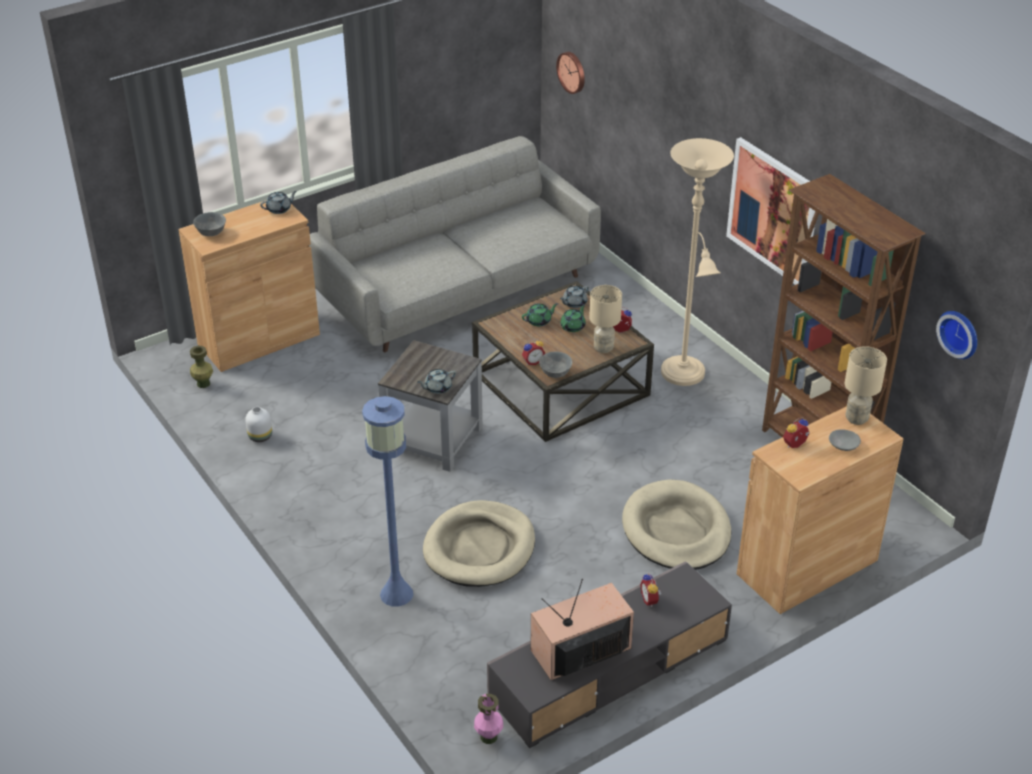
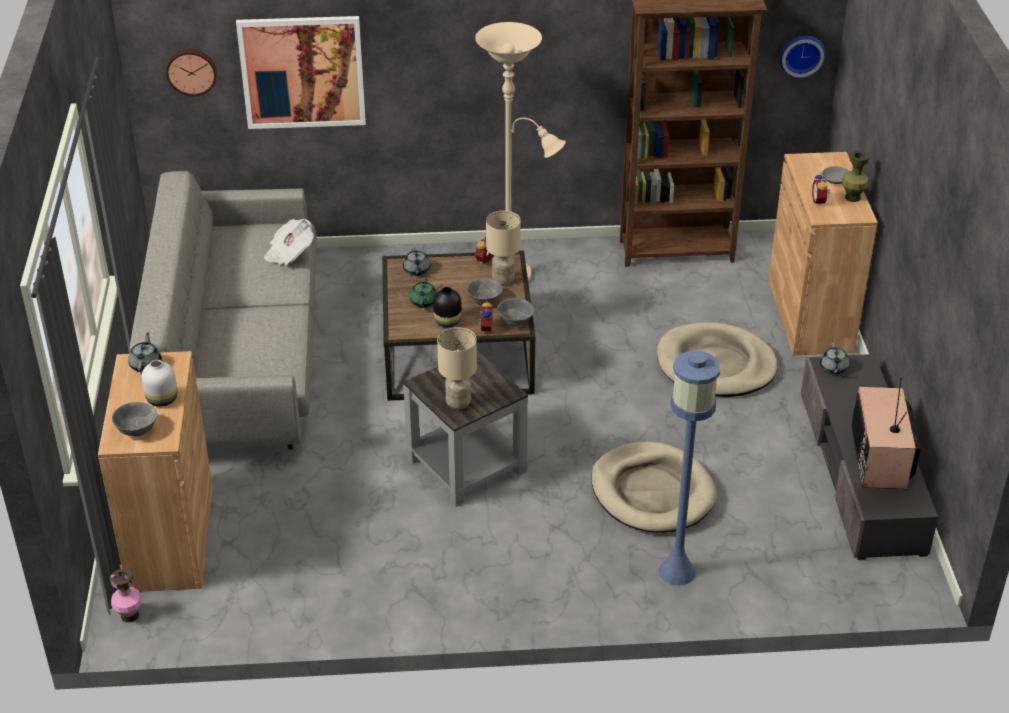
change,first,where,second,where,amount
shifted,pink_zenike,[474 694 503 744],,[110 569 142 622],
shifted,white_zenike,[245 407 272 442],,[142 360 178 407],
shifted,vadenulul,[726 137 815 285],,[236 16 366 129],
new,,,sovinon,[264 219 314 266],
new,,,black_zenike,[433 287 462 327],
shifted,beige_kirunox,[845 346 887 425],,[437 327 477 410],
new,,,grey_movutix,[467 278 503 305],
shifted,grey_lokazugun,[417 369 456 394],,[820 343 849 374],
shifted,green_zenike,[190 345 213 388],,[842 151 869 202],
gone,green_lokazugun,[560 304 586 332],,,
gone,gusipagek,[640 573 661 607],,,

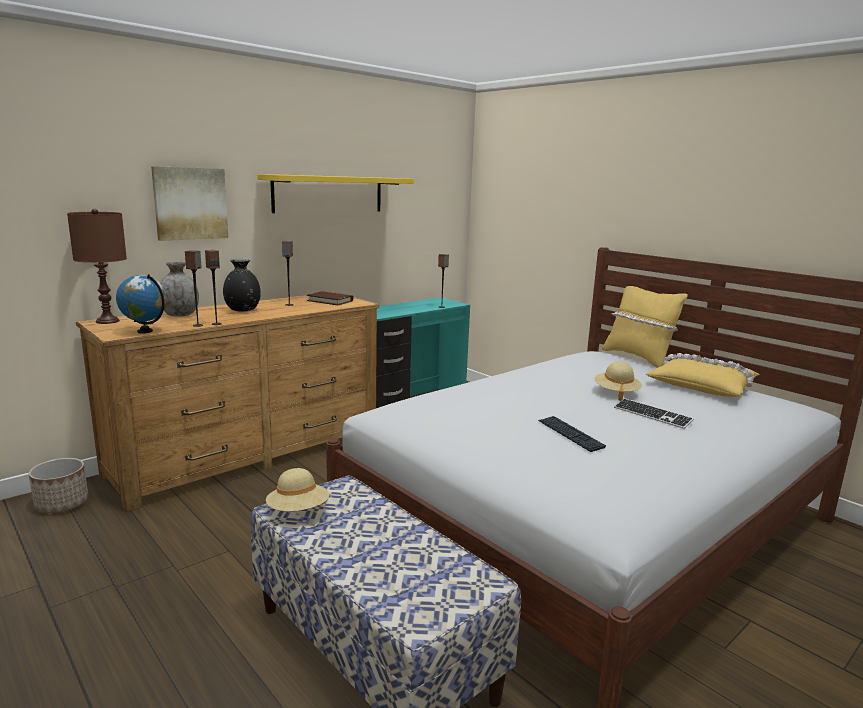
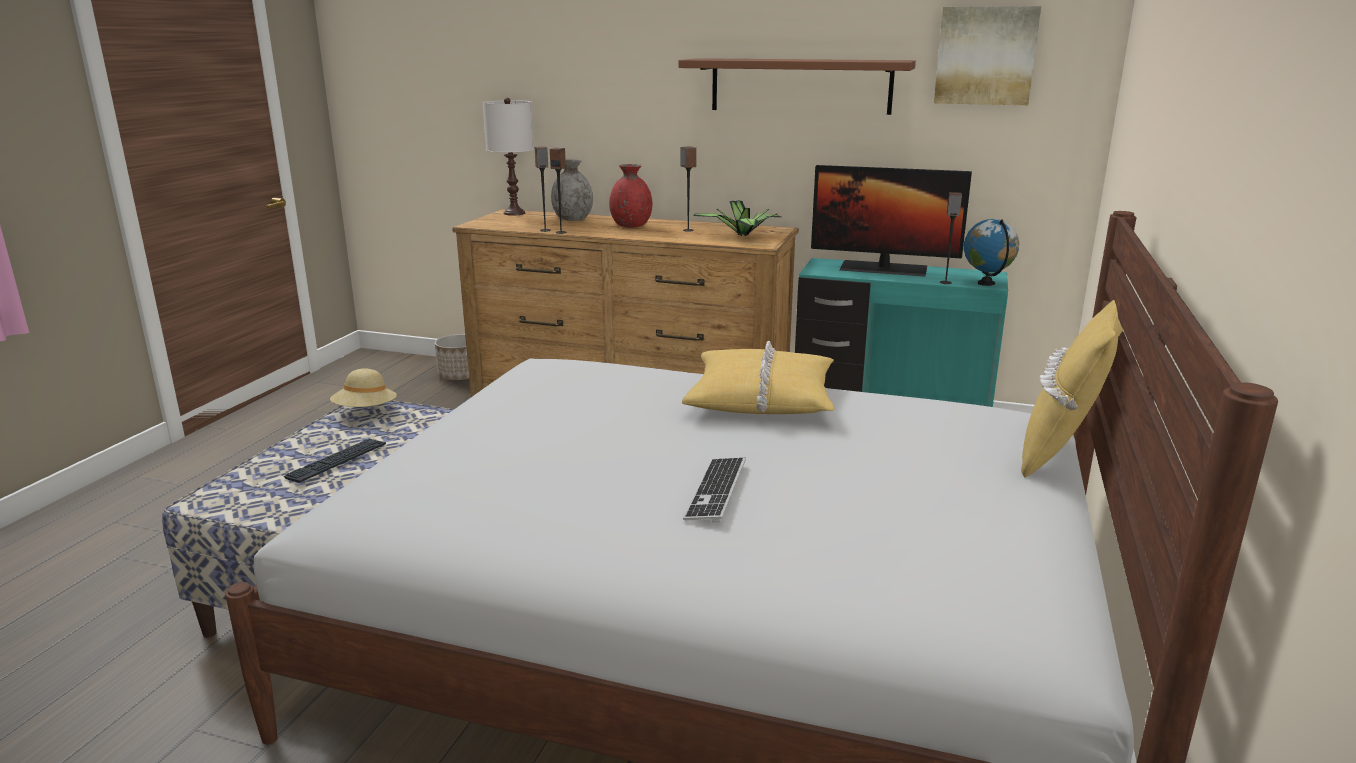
change,first,where,second,where,amount
shifted,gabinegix,[538 416 606 452],,[284 439 386 483],
repainted,brown_kirunox,[67 209 127 324],white_kirunox,[483 98 534 216],
repainted,black_zenike,[223 259 261 311],red_zenike,[609 164 652 228],
repainted,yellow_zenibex,[257 174 414 213],brown_zenibex,[679 58 916 115],
shifted,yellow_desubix,[646 353 760 397],,[682 341 834 414],
swapped,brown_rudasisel,[307 291 353 305],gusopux,[694 201 781 236],
new,,,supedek,[811 165 972 277],
shifted,vadenulul,[151 166 228 241],,[934 6 1041 105],
shifted,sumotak,[116 274 167 334],,[964 219 1019 286],
gone,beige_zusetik,[595 362 642 401],,,

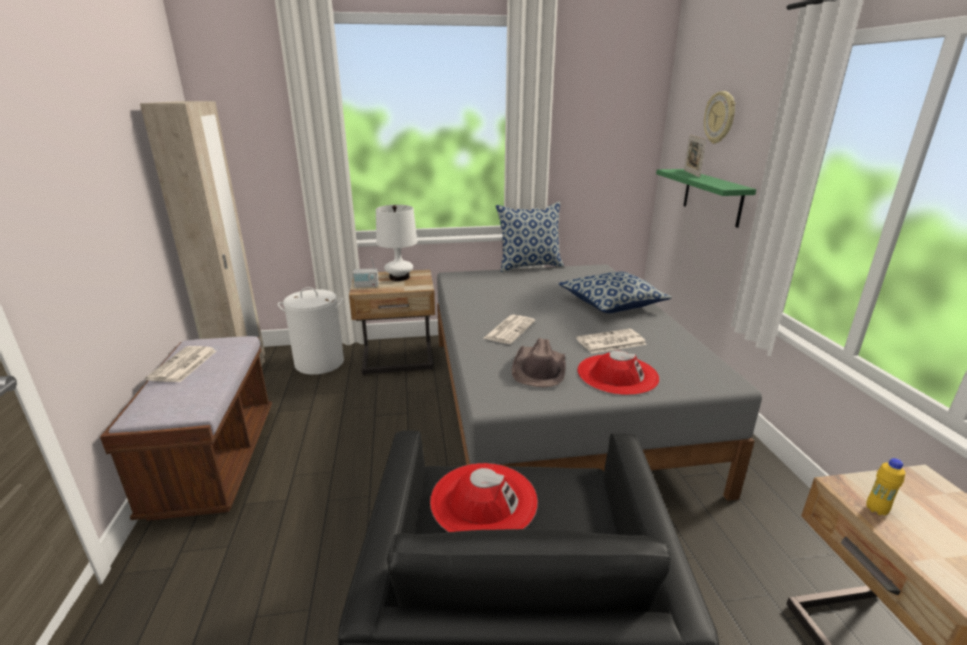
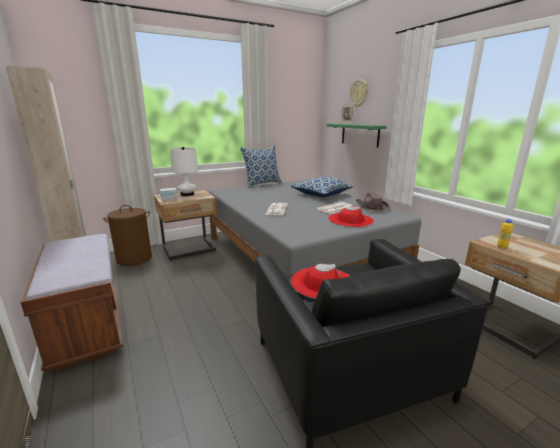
change,first,where,second,where,amount
repainted,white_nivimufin,[278 287 344 375],brown_nivimufin,[103 205 152 266],
shifted,brown_zusetik,[512 338 566 387],,[356 193 390 212],
gone,sovinon,[145 346 217 382],,,

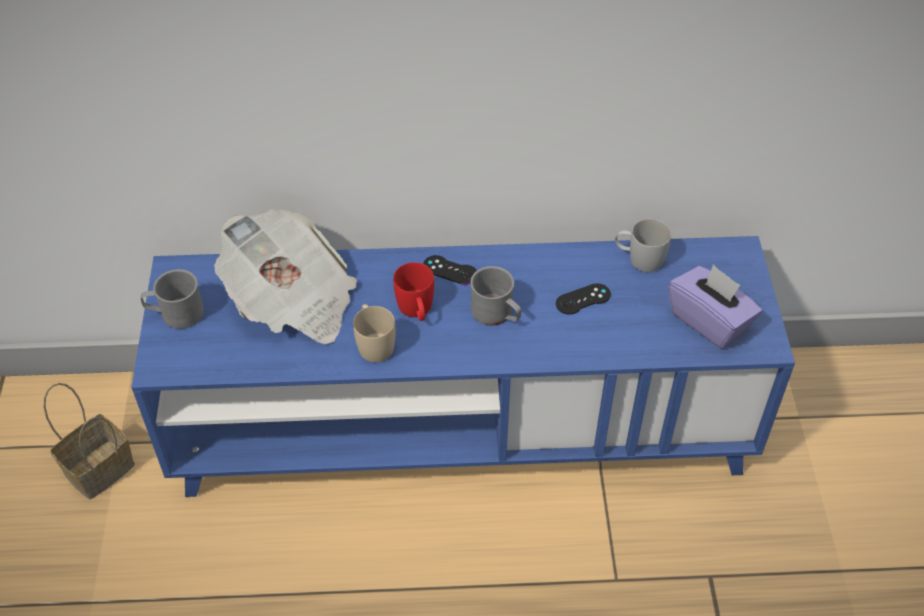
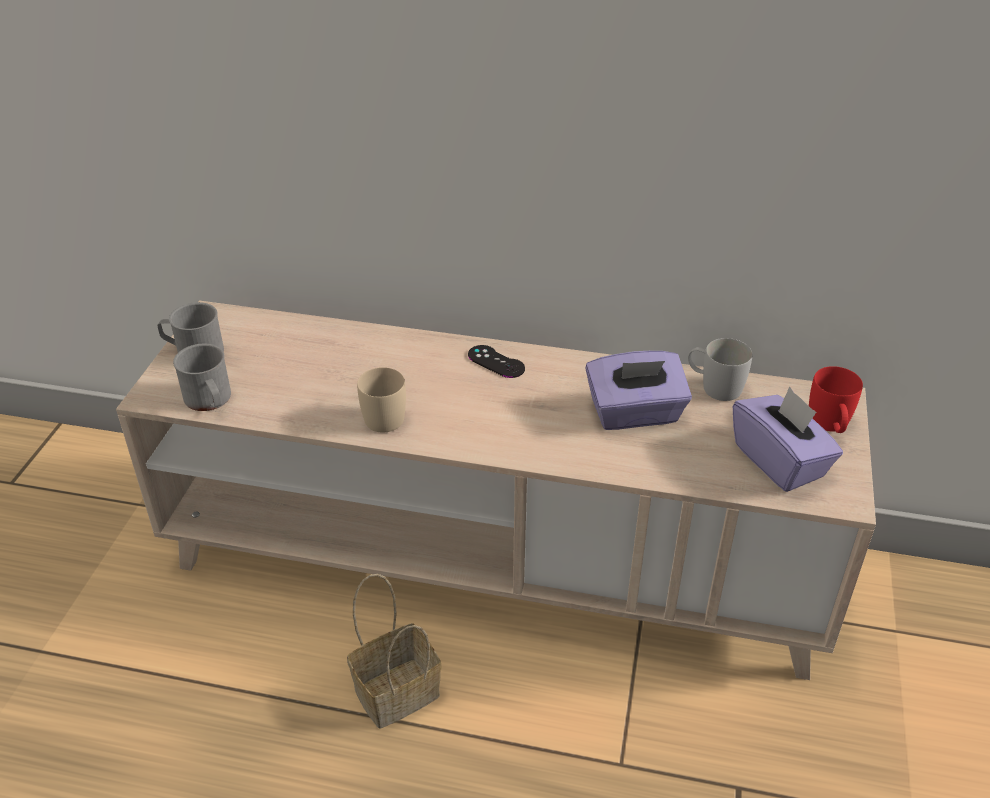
change,first,where,second,where,amount
repainted,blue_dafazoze,[131 236 795 497],beige_dafazoze,[116 301 876 680],
shifted,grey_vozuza,[470 266 521 325],,[173 344 231 411],
shifted,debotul,[44 383 135 499],,[347 574 442 729],
swapped,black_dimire,[556 283 611 314],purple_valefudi,[585 351 692 430],
shifted,red_vozuza,[393 262 434 321],,[809 366 863 433],
gone,sovinon,[214 209 357 344],,,

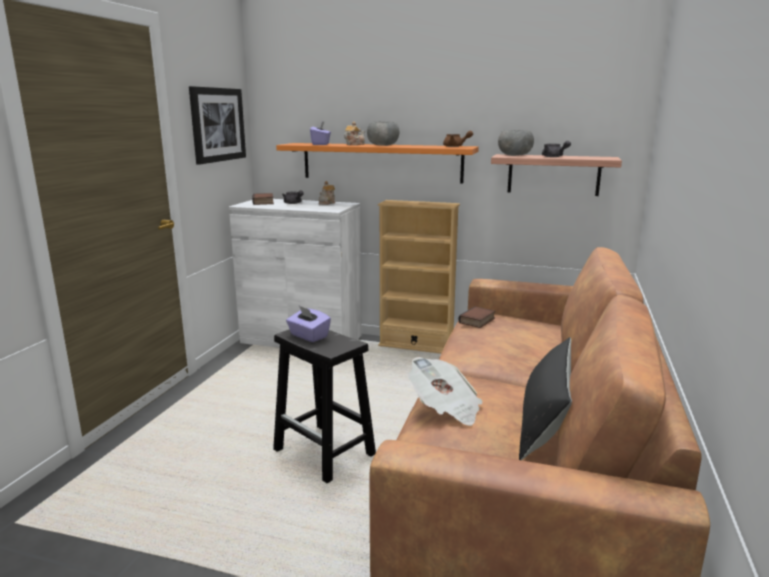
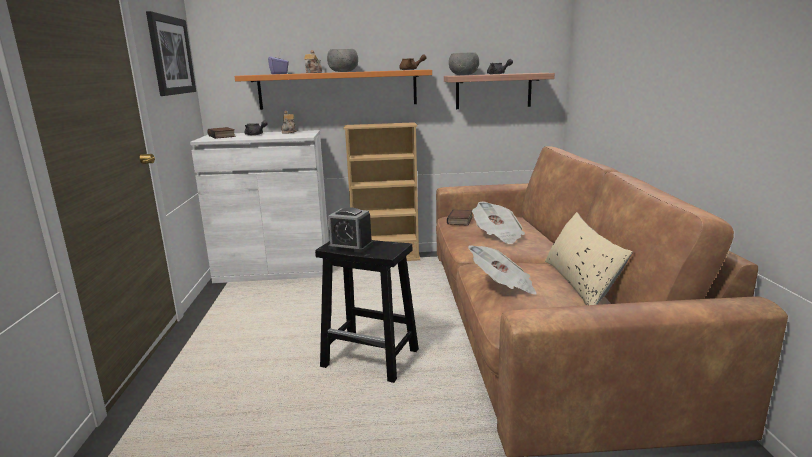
change,first,where,second,where,amount
swapped,purple_valefudi,[286 306 331 342],gusipagek,[328 208 373 253],
new,,,sovinon,[472 202 525 244],
repainted,black_desubix,[519 337 572 460],beige_desubix,[545 212 633 305],

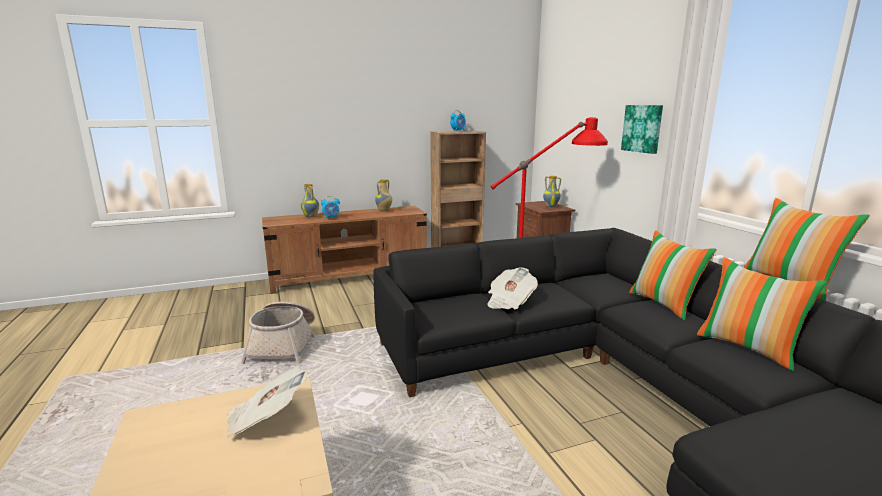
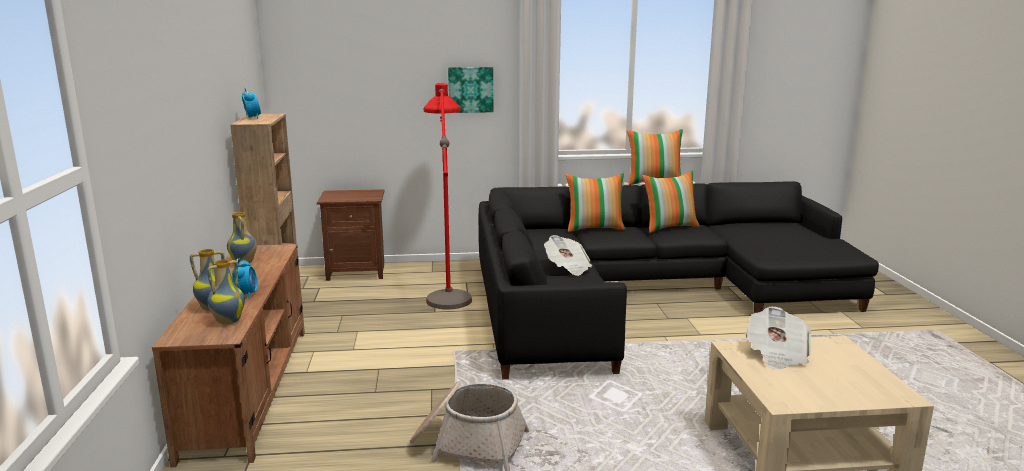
change,first,where,second,where,amount
shifted,zenike,[543 176 561 207],,[207 260 245 325],

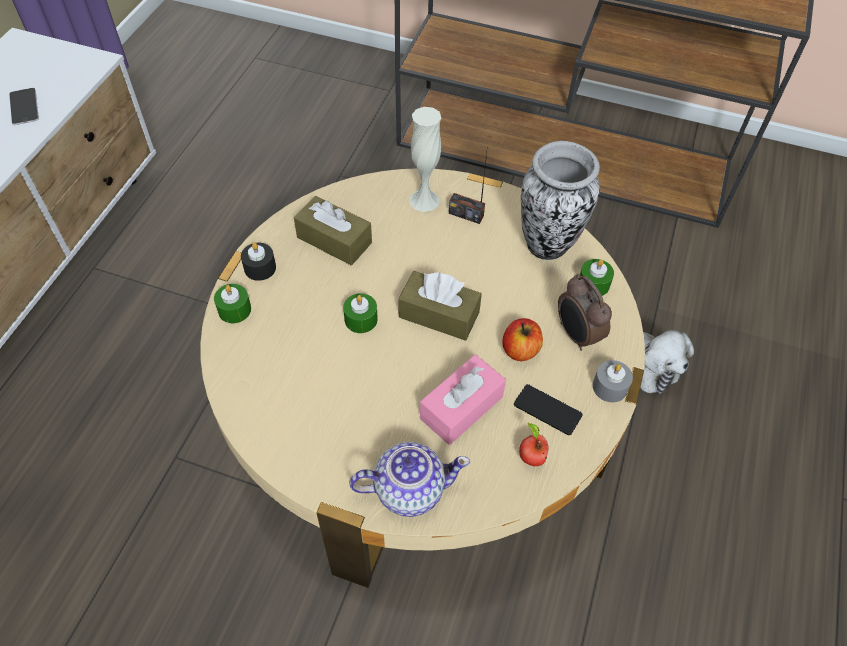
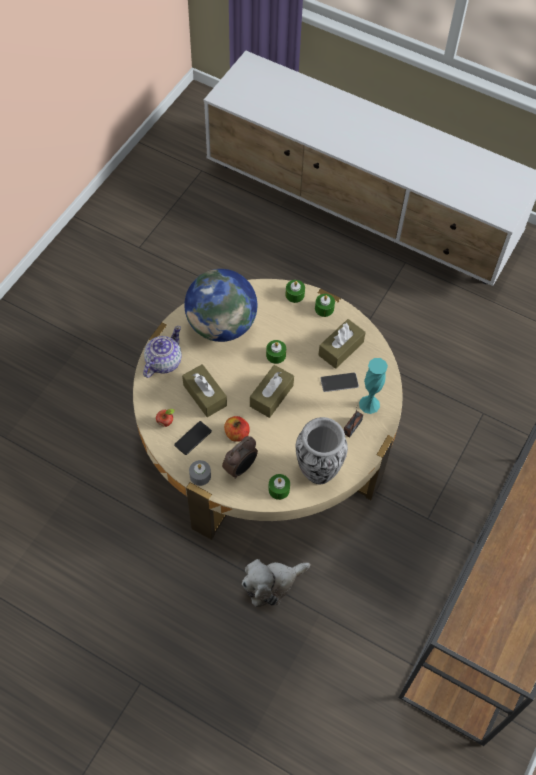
change,first,where,second,where,amount
rotated,lokazugun,[349 442 470 517],,[143 326 182 378],150 degrees counterclockwise
repainted,pink_valefudi,[420 355 506 445],brown_valefudi,[182 364 227 417],
new,,,sumotak,[184 269 257 342],
rotated,gusipagek,[558 274 612 351],,[222 436 258 479],150 degrees clockwise
repainted,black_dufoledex,[241 243 276 281],green_dufoledex,[315 294 335 317],
shifted,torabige,[9 88 39 125],,[320 373 359 392],
repainted,white_zenike,[409 107 441 212],turquoise_zenike,[359 358 388 414],

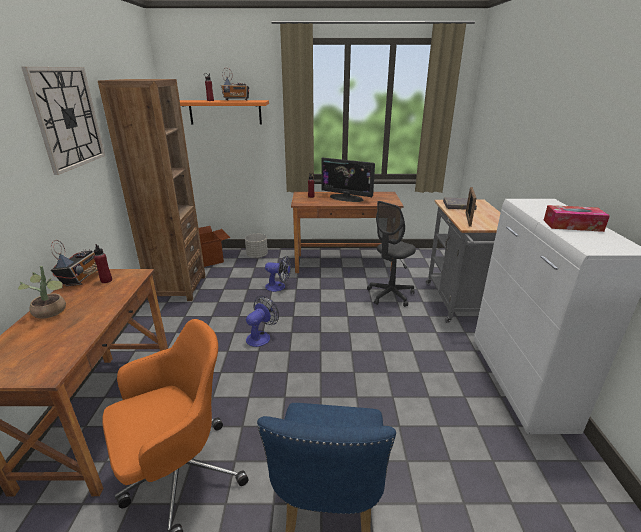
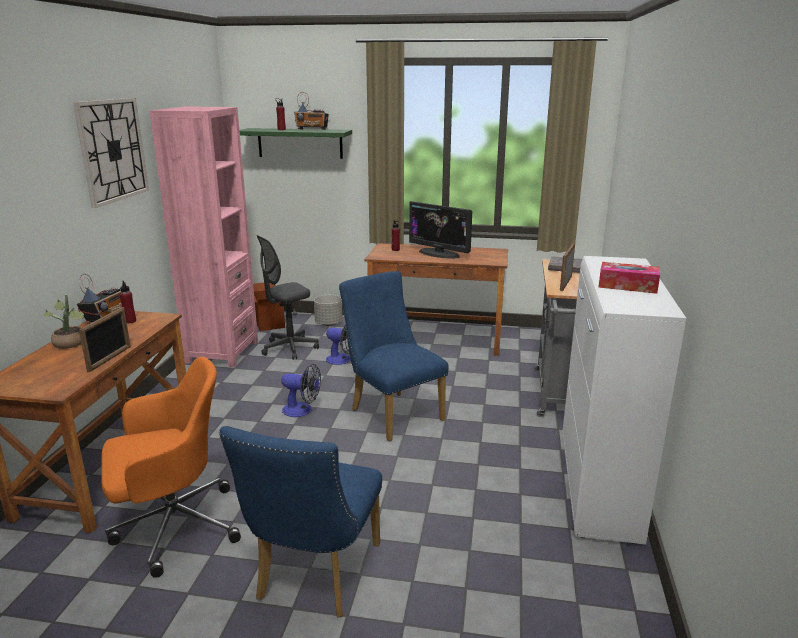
change,first,where,second,where,amount
new,,,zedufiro,[79 307 131 372],
repainted,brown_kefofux,[98 79 206 301],pink_kefofux,[150 106 258 367],
repainted,orange_zenibex,[180 100 269 125],green_zenibex,[239 128 352 159],
shifted,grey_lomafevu,[367 201 416 307],,[257 235 319 360],
rotated,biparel,[246 296 279 347],,[281 364 321 417],60 degrees clockwise
new,,,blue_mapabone,[339 271 449 441],

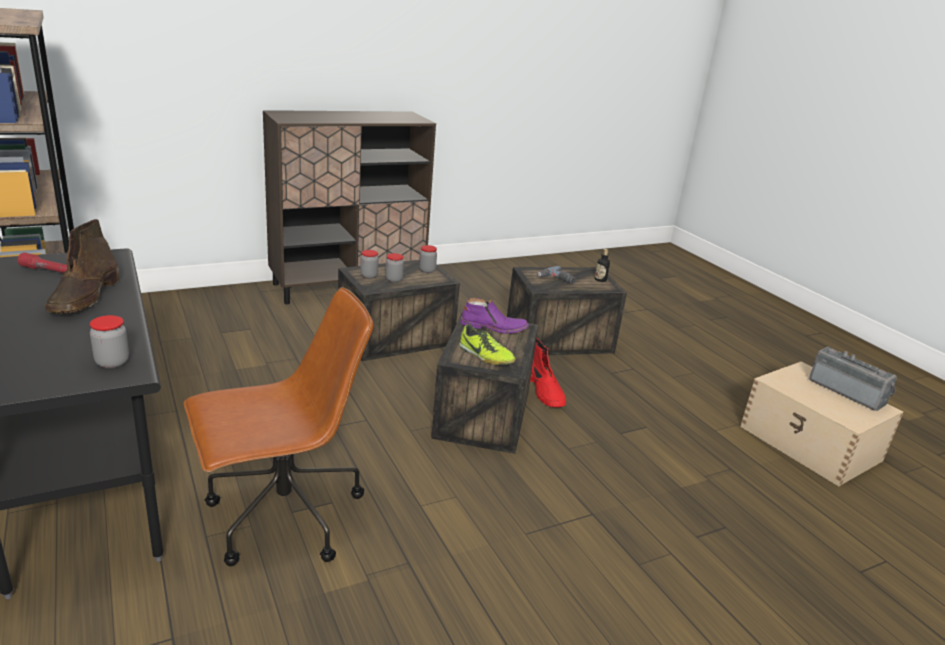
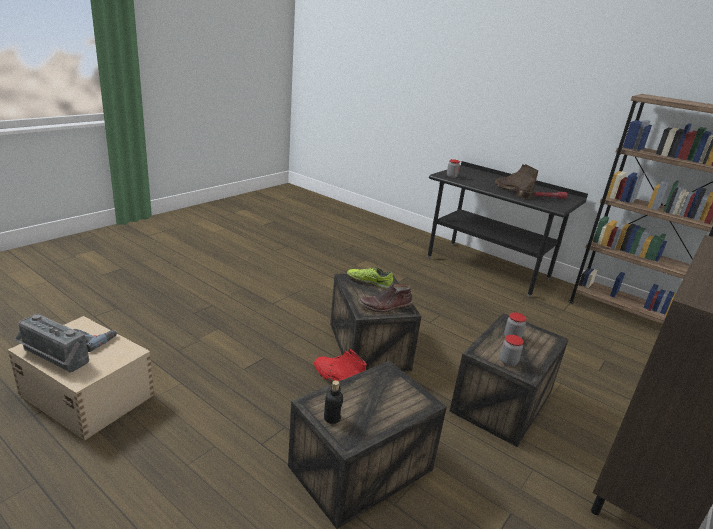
change,first,where,second,where,amount
shifted,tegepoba,[538 266 576 284],,[73 329 117 352],
repainted,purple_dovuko,[460 298 529 334],brown_dovuko,[358 283 412 313],
gone,brown_lomafevu,[184 287 374 566],,,
gone,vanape,[360 250 379 279],,,

